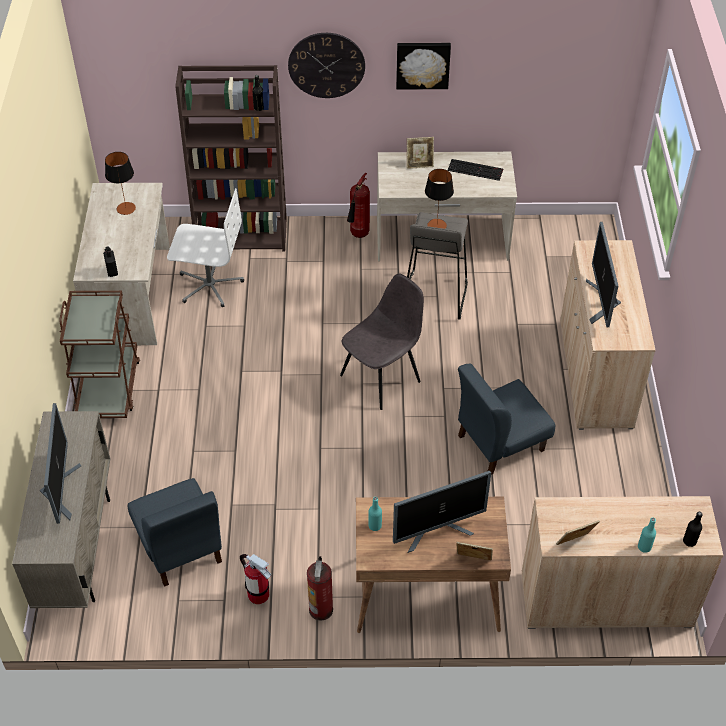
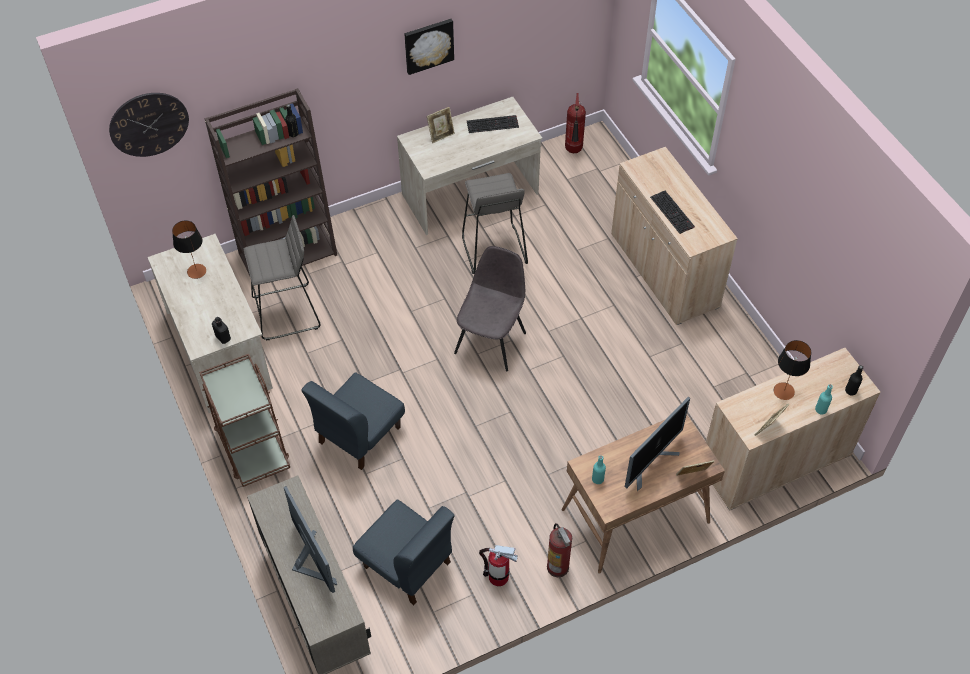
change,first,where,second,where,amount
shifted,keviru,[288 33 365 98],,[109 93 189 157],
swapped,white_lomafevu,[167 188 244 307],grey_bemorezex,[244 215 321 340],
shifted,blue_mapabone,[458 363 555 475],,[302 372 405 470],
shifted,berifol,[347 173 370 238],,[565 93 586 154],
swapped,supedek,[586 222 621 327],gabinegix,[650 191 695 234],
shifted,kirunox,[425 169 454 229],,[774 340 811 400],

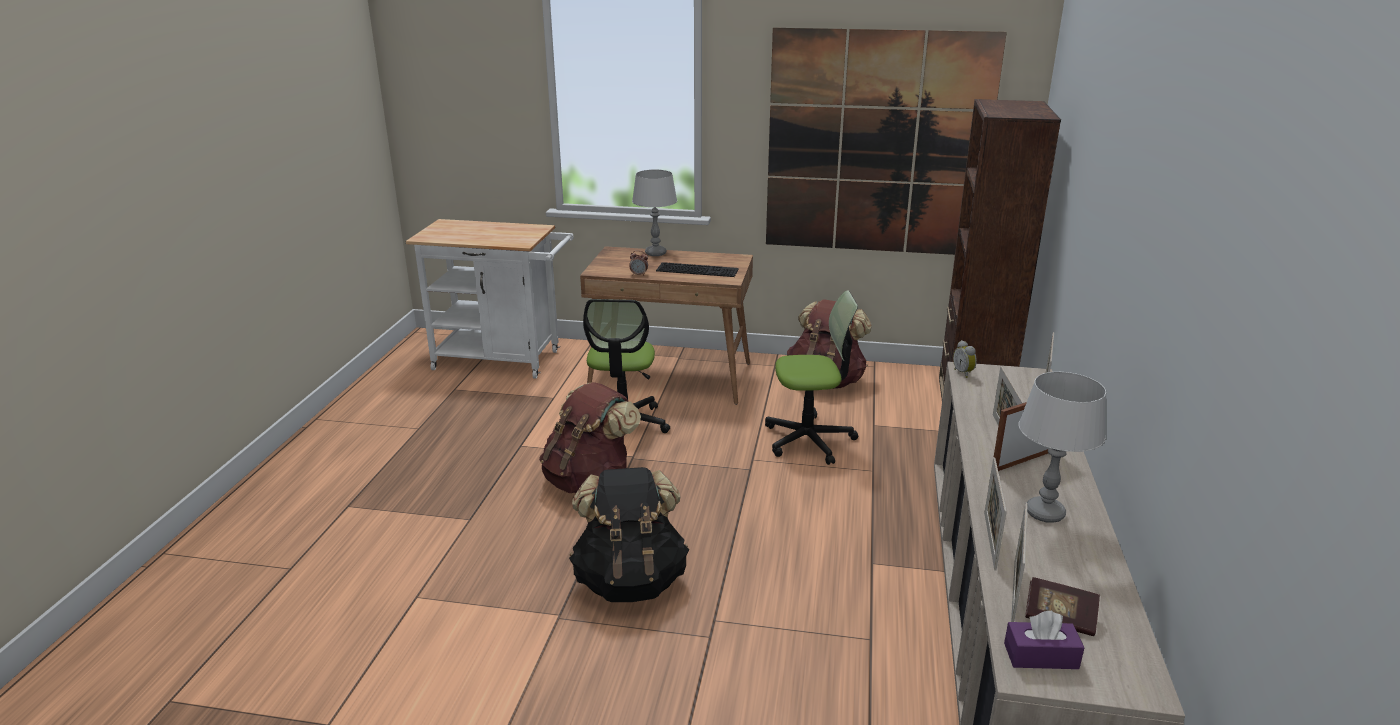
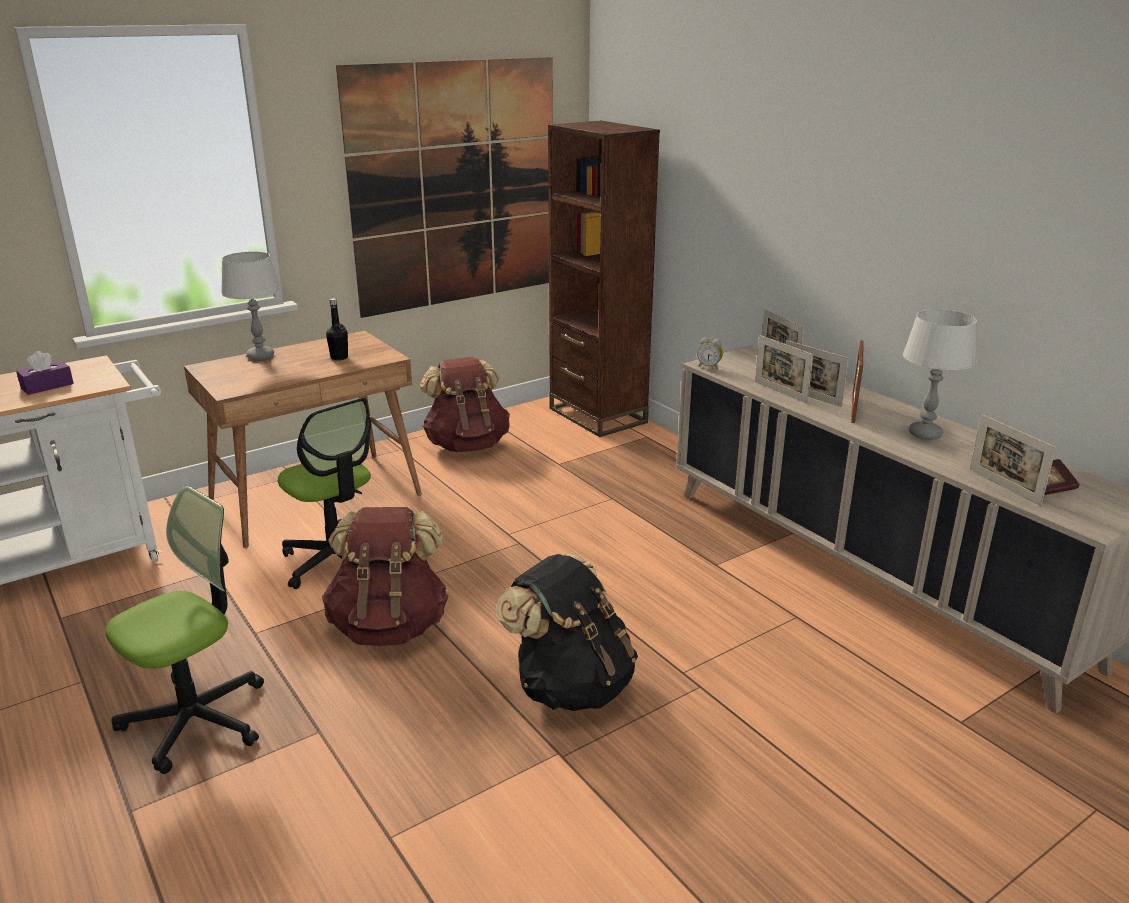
change,first,where,second,where,amount
shifted,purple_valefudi,[1004 611 1084 669],,[16 351 74 395],
shifted,lomafevu,[765 290 858 465],,[105 486 264 774],
swapped,gabinegix,[656 262 739 277],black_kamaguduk,[326 298 348 360],
shifted,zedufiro,[984 457 1007 571],,[755 335 813 403],
gone,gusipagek,[629 250 648 275],,,

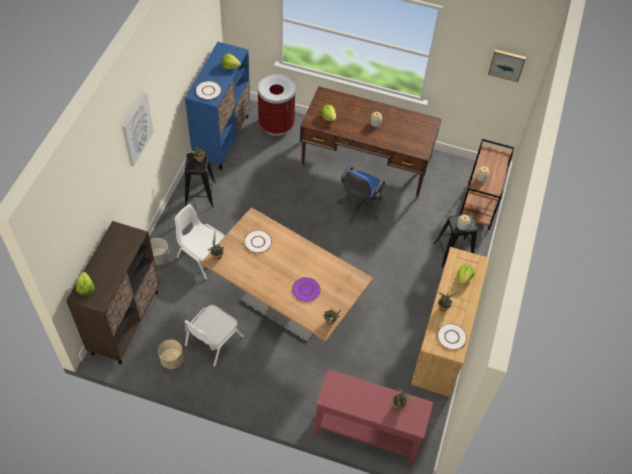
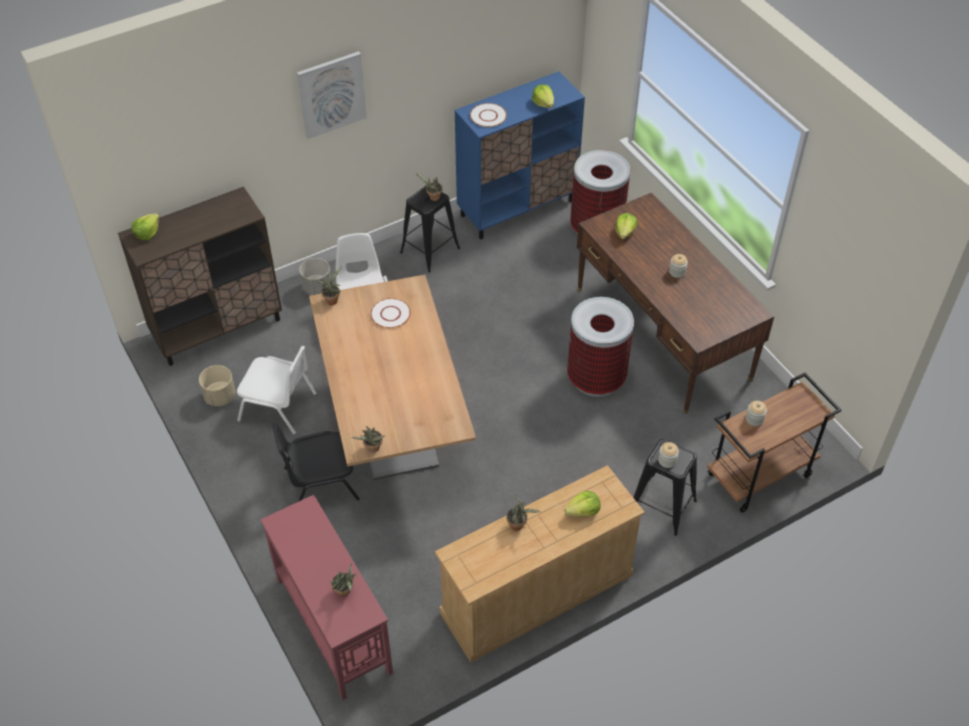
change,first,where,second,where,amount
rotated,white_mapabone,[184 305 244 367],,[237 346 316 435],150 degrees counterclockwise
new,,,black_mapabone,[272 423 360 502],
swapped,blue_lomafevu,[338 166 385 223],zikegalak,[567 297 634 397],
gone,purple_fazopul,[292 277 321 302],,,
gone,white_fazopul,[437 323 467 350],,,
gone,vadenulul,[488 49 526 82],,,

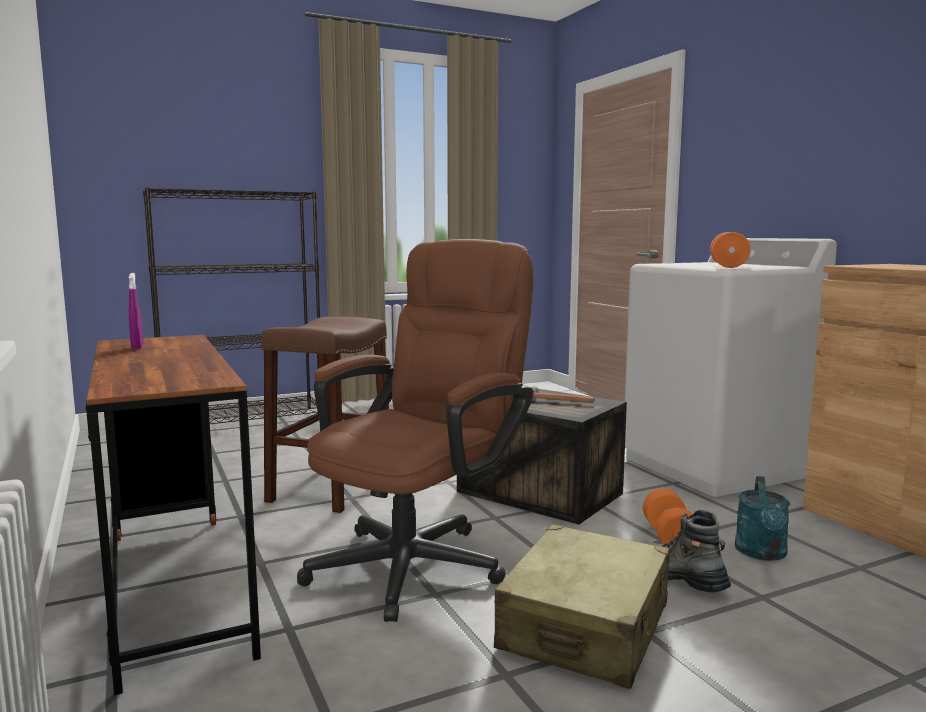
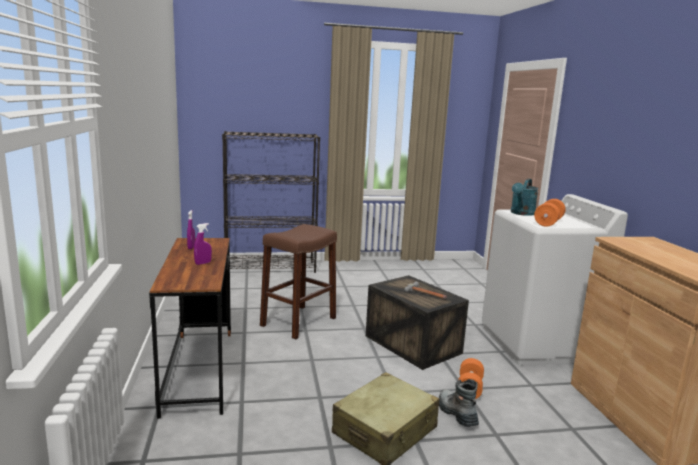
change,first,where,second,where,amount
new,,,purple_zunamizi,[194 223 212 265],
shifted,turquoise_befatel,[735 476 790 561],,[511 178 538 216],
gone,brown_lomafevu,[297 239 534 622],,,

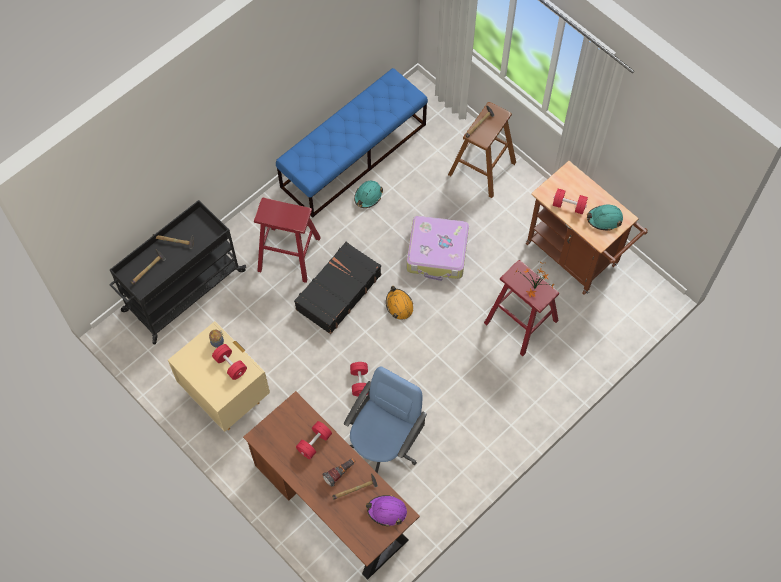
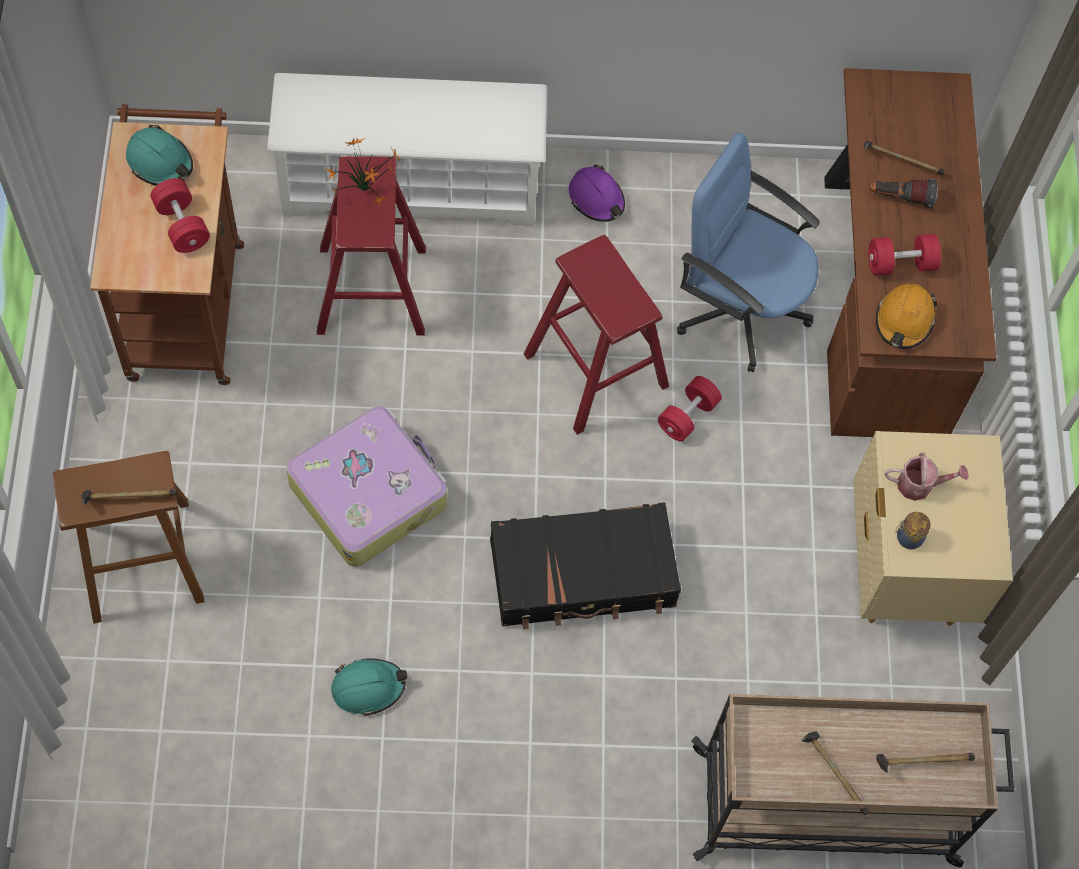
change,first,where,second,where,amount
new,,,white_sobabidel,[267 73 547 227],
shifted,red_bemorezex,[254 198 321 283],,[524 235 669 435],
shifted,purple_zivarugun,[366 495 407 526],,[569 164 625 222],
rotated,blue_lomafevu,[344 367 427 473],,[677 132 820 372],45 degrees clockwise
repainted,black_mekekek,[109 200 246 344],beige_mekekek,[691 694 1014 867],
shifted,orange_zivarugun,[386 286 413 320],,[876 283 937 349],
swapped,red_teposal,[212 344 247 380],befatel,[885 452 969 501],
gone,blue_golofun,[276 68 428 218],,,

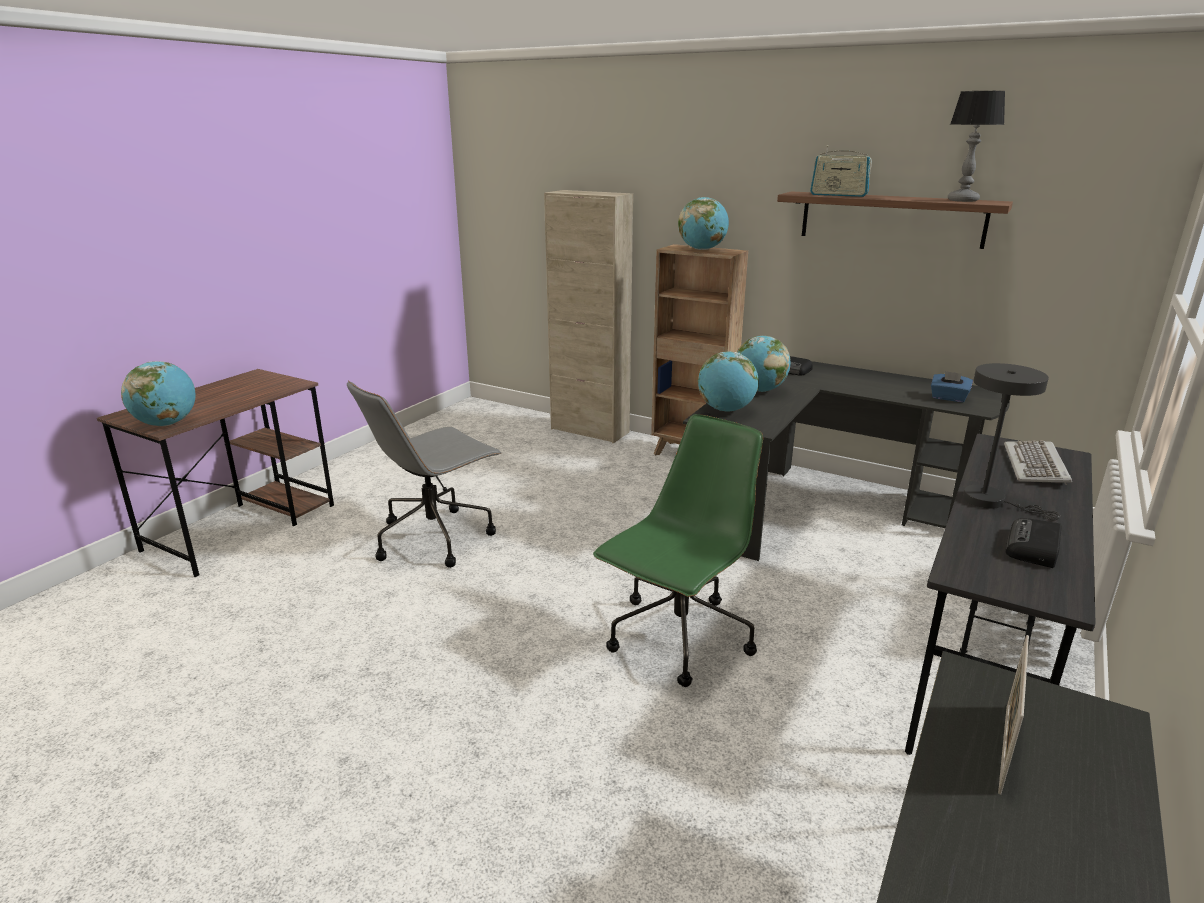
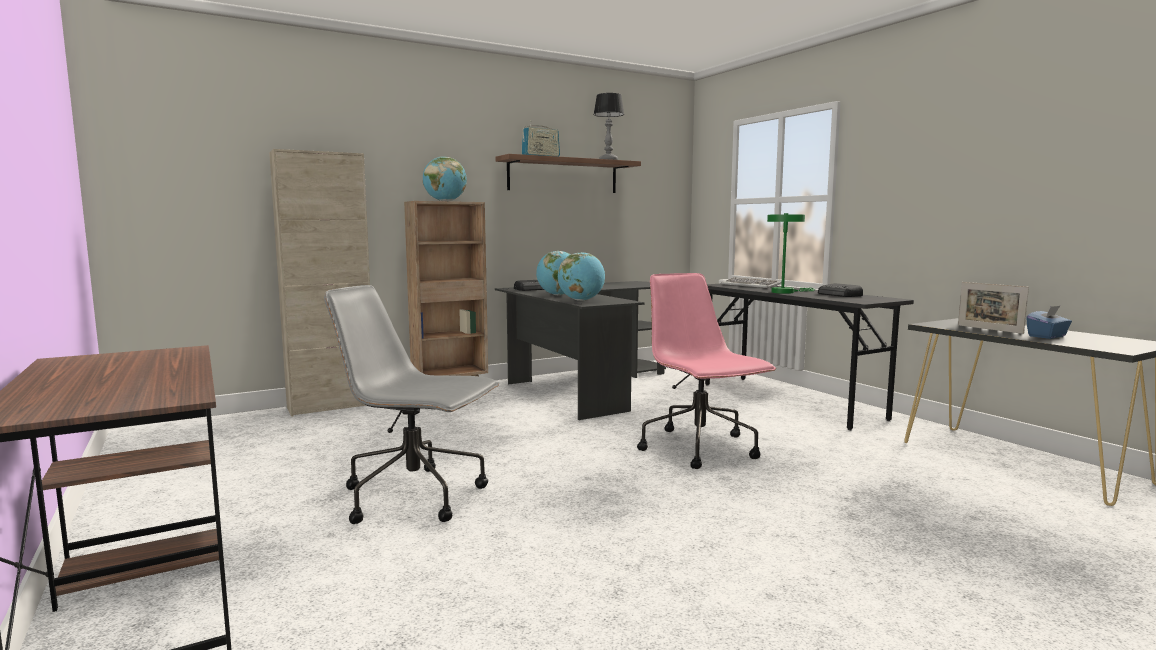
change,first,where,second,where,amount
rotated,grey_lomafevu,[347 380 502 568],,[324 285 499 524],120 degrees clockwise
repainted,green_lomafevu,[593 414 763 687],pink_lomafevu,[637 273 776 469],
repainted,grey_kirunox,[963 363 1060 520],green_kirunox,[767 213 815 294],
shifted,blue_valefudi,[931 371 973 402],,[1026 306 1072 339],
gone,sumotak,[121 361 196 426],,,

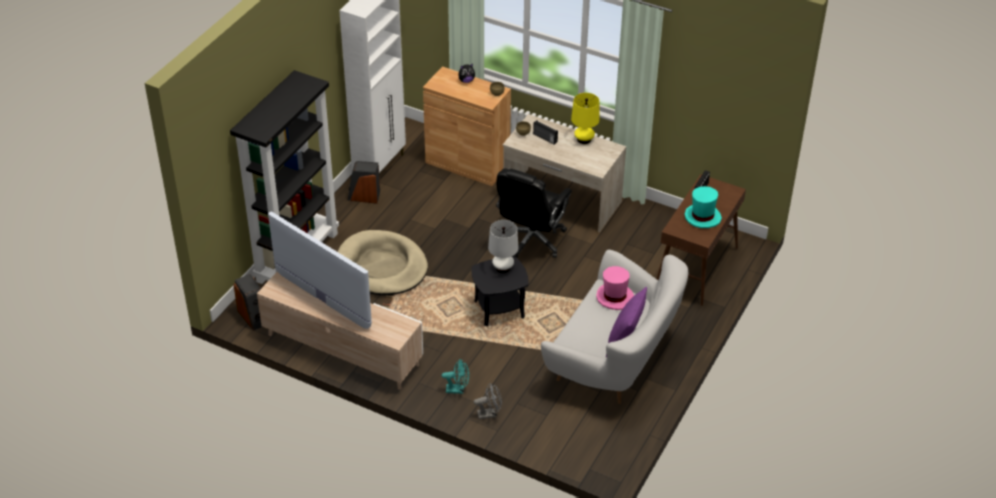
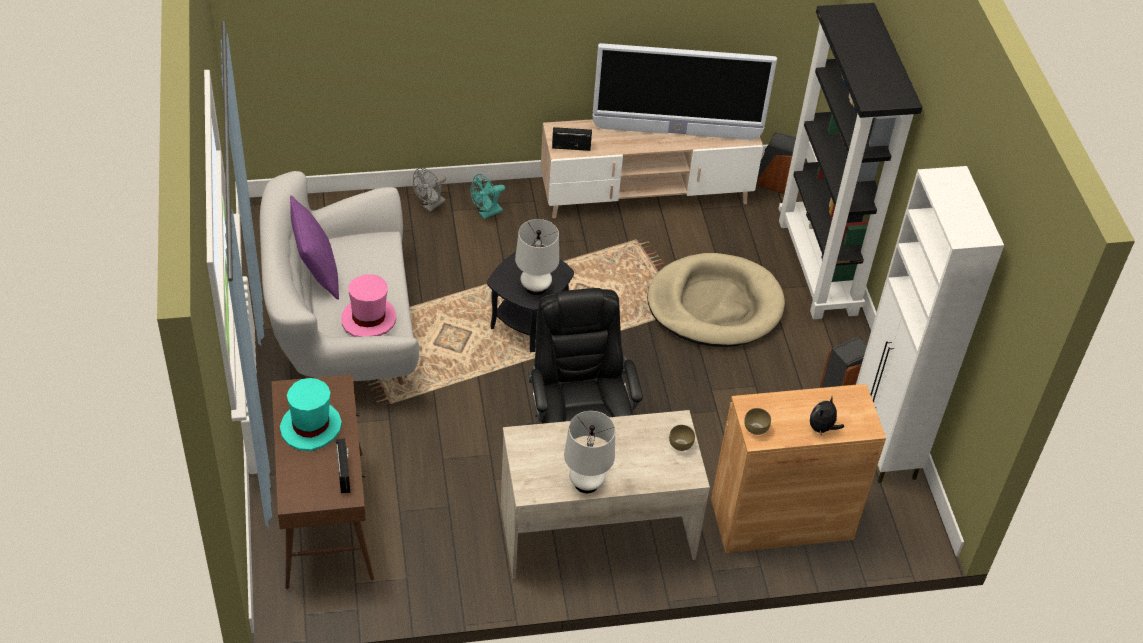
change,first,where,second,where,amount
shifted,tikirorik,[533 120 558 145],,[552 127 592 151],
repainted,yellow_kirunox,[571 93 600 144],white_kirunox,[564 411 615 493],

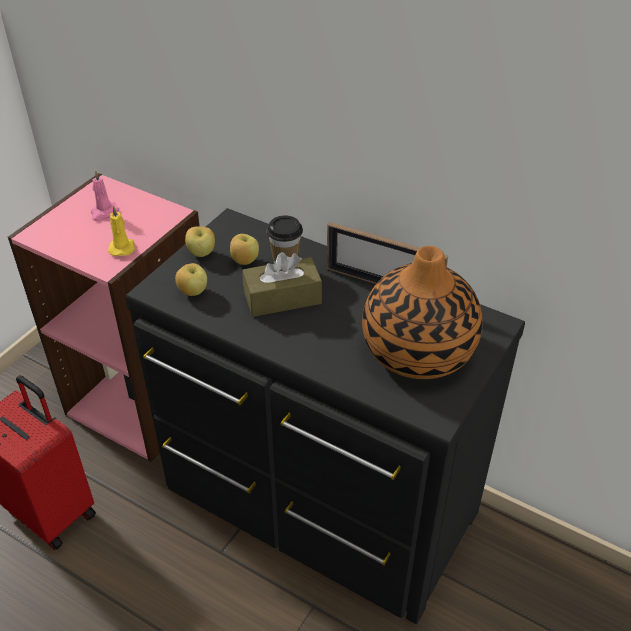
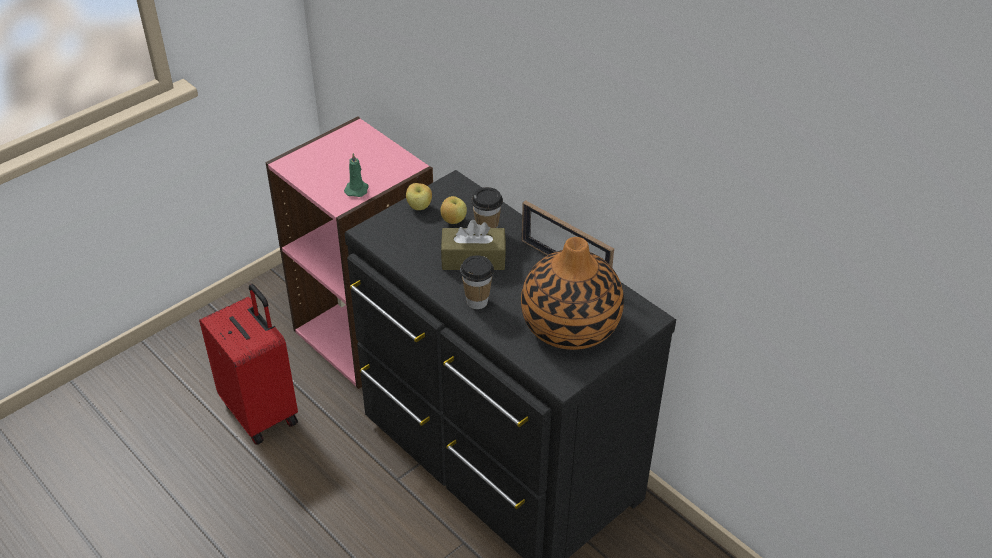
change,first,where,second,where,amount
repainted,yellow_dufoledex,[108 206 135 256],green_dufoledex,[344 153 369 197],
new,,,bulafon,[460 255 494 309],
gone,pink_dufoledex,[91 170 119 222],,,
gone,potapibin,[175 263 207 296],,,

